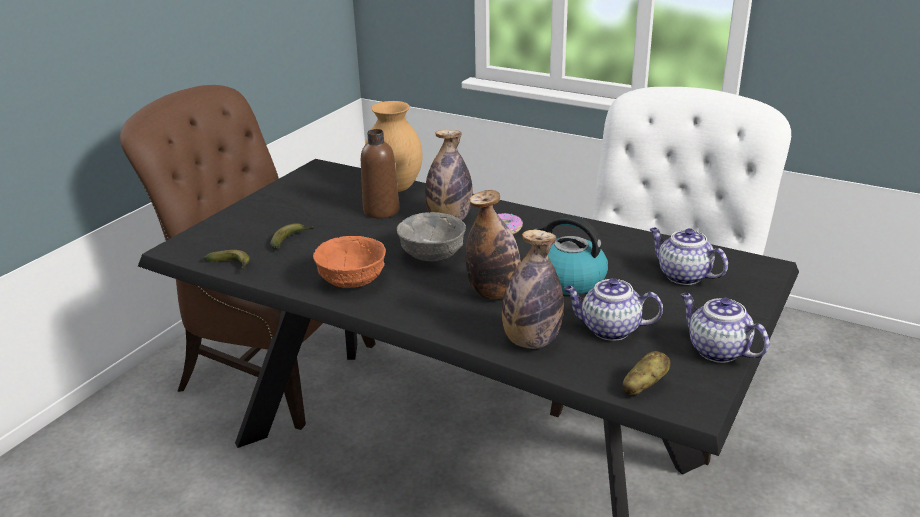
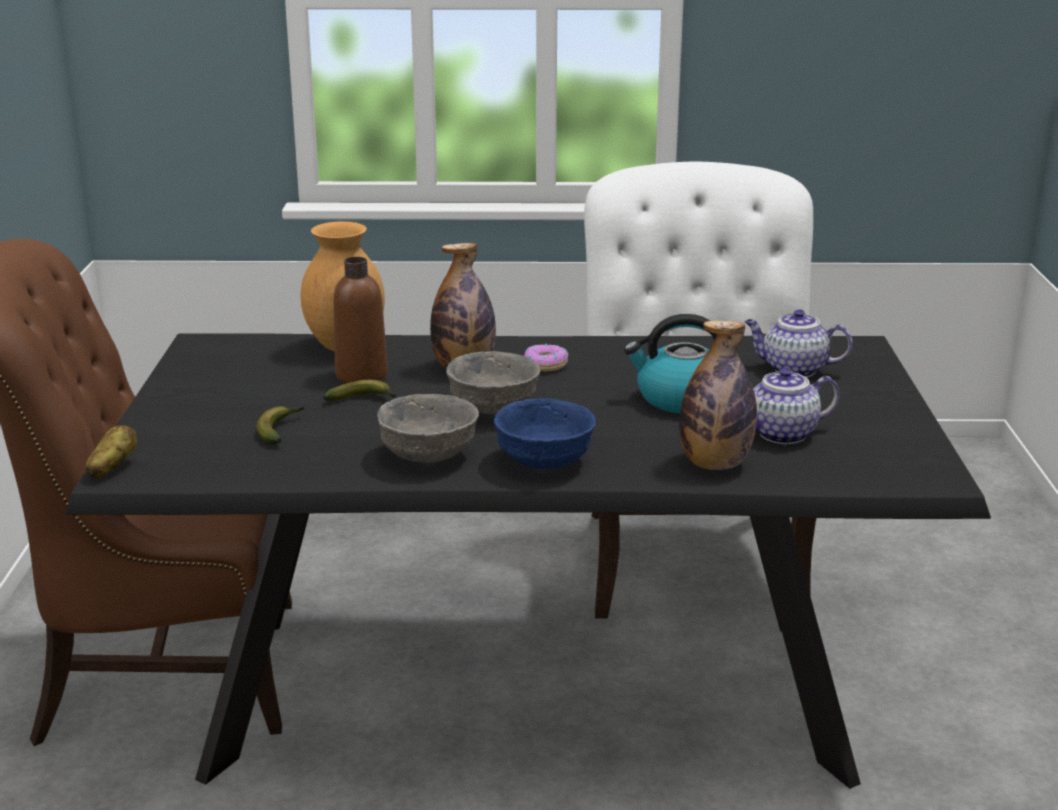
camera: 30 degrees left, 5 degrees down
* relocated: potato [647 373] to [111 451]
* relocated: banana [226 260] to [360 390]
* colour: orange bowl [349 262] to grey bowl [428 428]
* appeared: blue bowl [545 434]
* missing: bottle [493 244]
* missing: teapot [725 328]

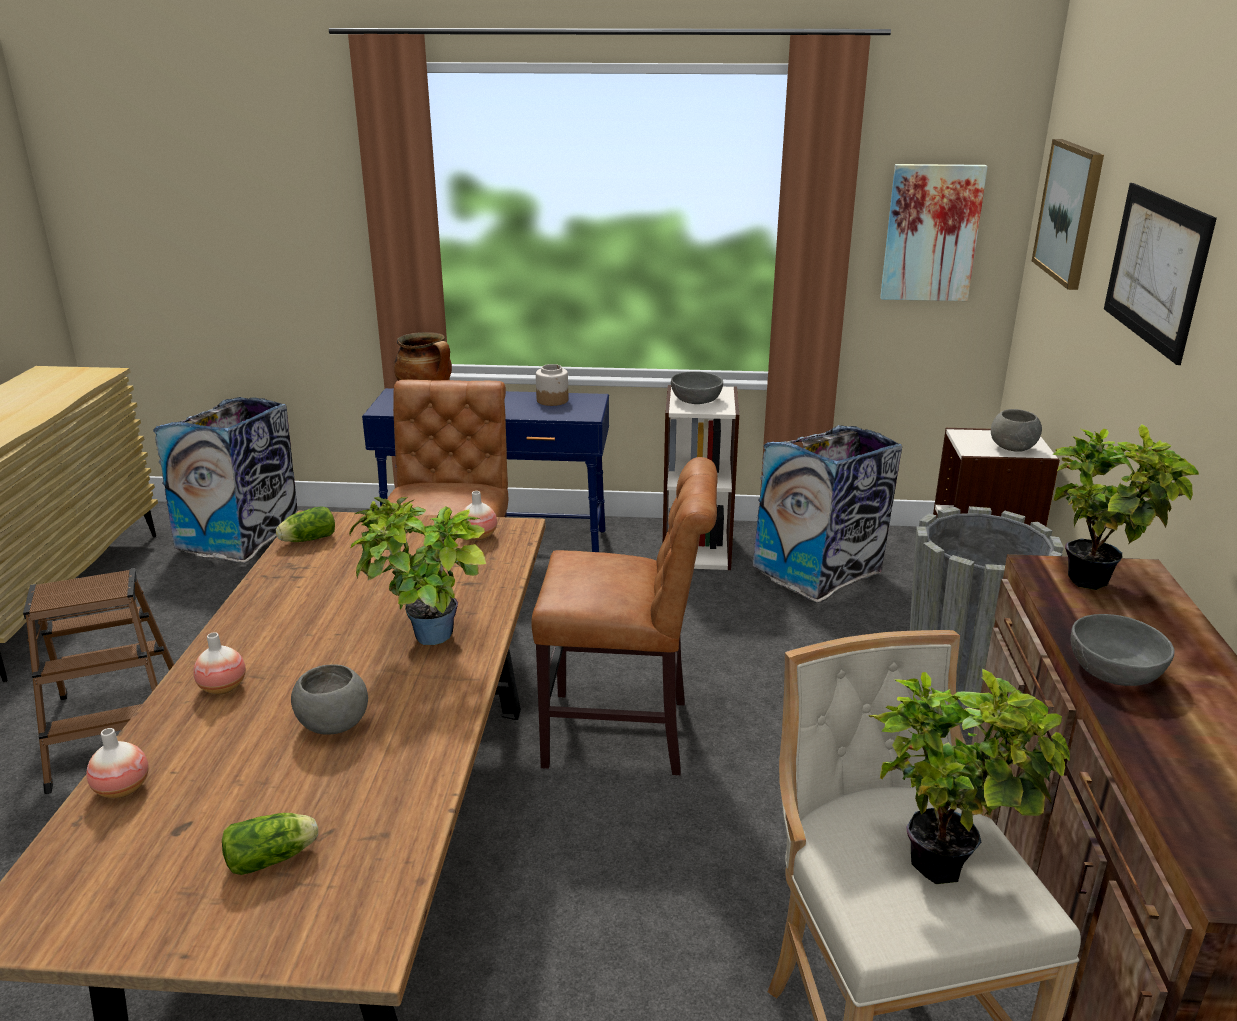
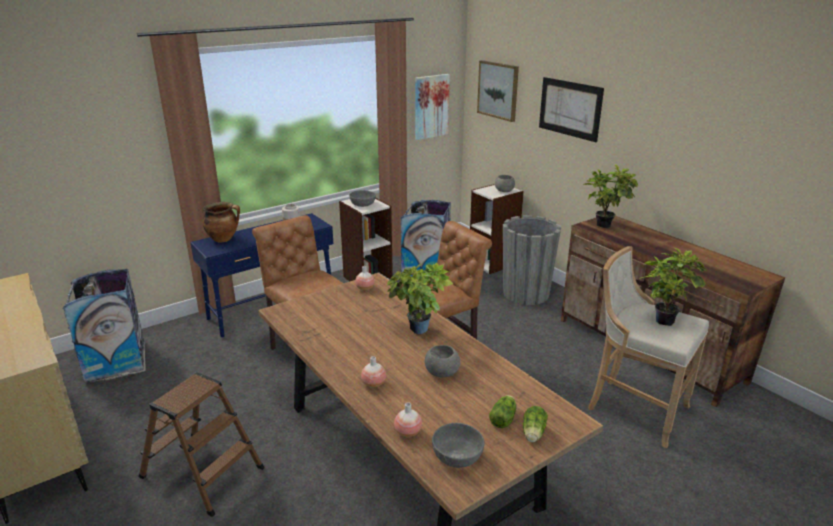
camera: 40 degrees left, 0 degrees up
* relocated: grey bowl [1123 650] to [458 445]
* relocated: lettuce [305 524] to [535 424]

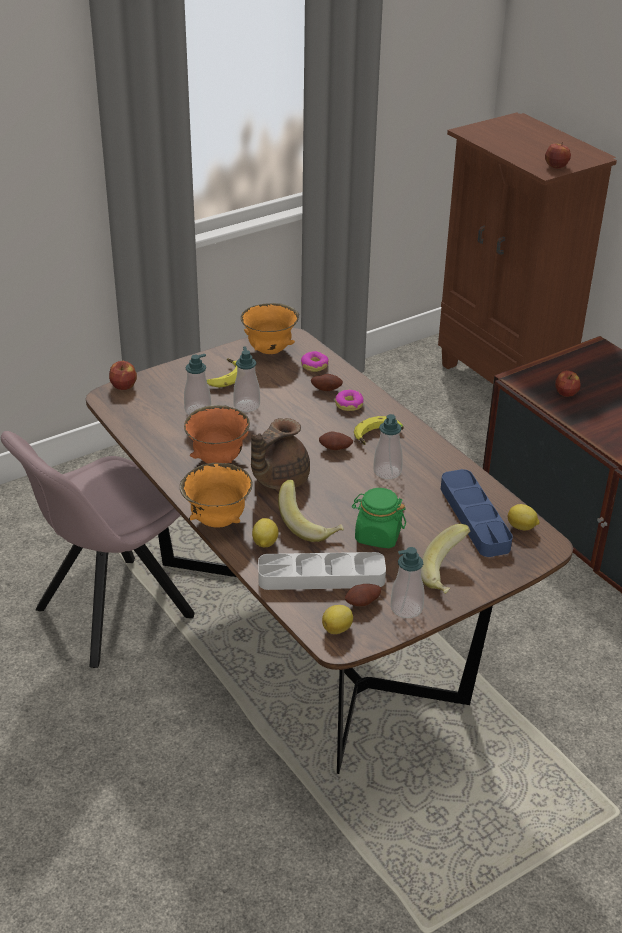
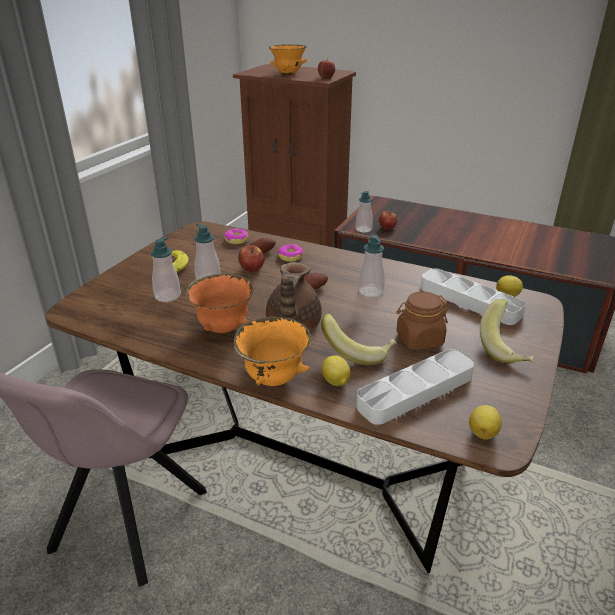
camera: 30 degrees left, 5 degrees down
* relocated: apple [123 375] to [251 258]
* relocated: orange bowl [270 328] to [288 59]
* relocated: soap dispenser [407 582] to [364 212]
* colour: green jar [379 518] to brown jar [422 321]
* colour: blue tray [477 513] to grey tray [473 296]
* missing: potato [363 595]
* missing: banana [379 430]

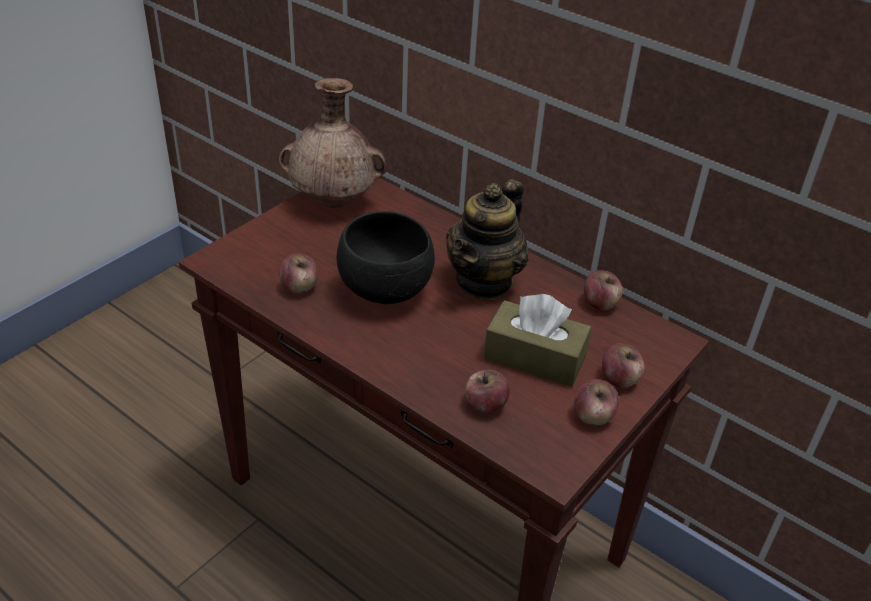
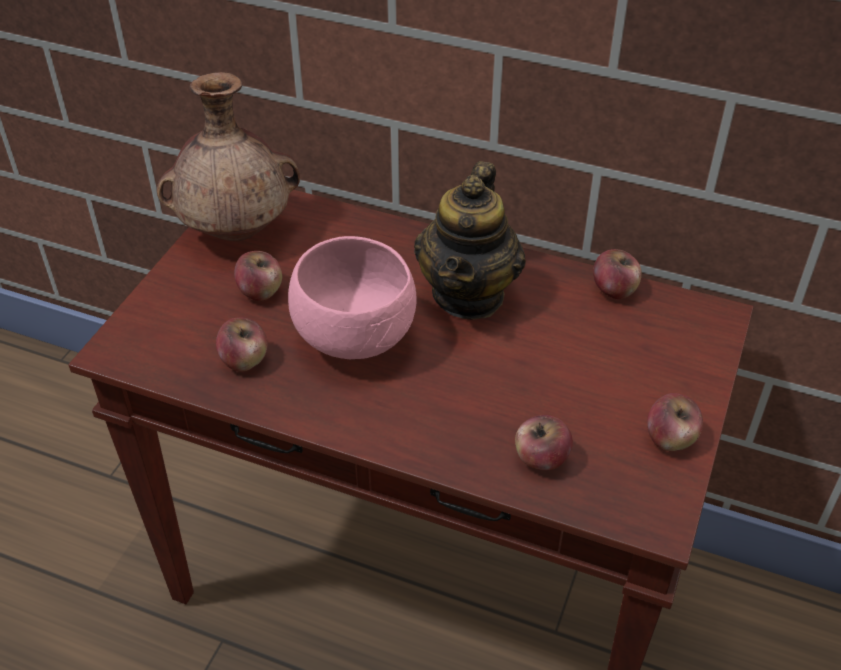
camera: 15 degrees left, 5 degrees up
* relocated: apple [623 365] to [258 276]
* colour: black bowl [386 257] to pink bowl [352 297]
* missing: brown tissue box [538 340]

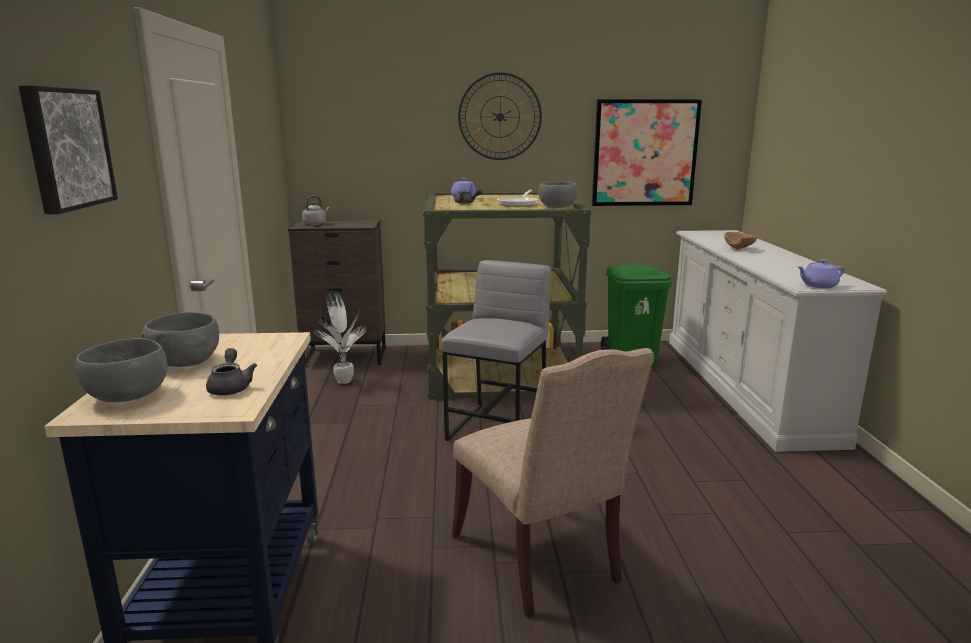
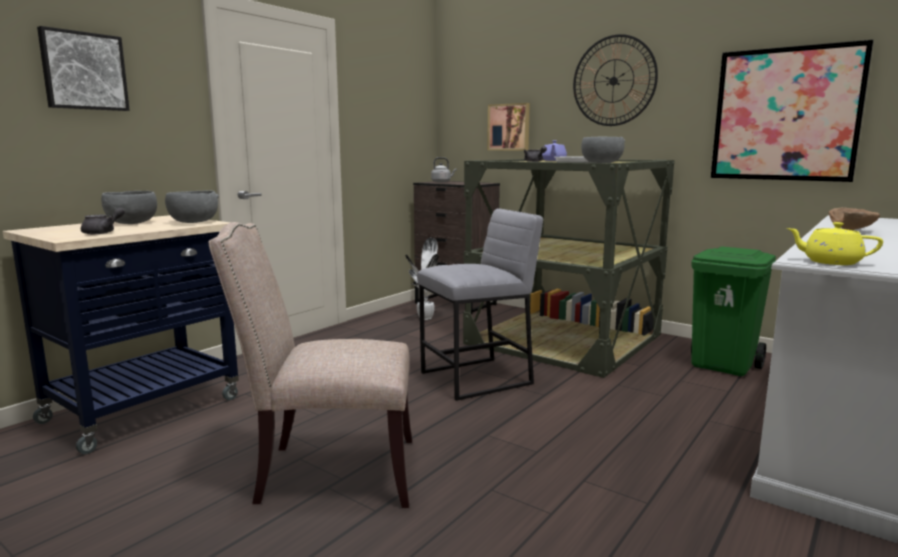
camera: 40 degrees right, 5 degrees down
* relocated: grey bowl [121 370] to [192 207]
* spun: beige chair [553 483] = [310 365] 75 degrees clockwise
* appeared: picture [508 126]
* colour: purple teapot [821 273] to yellow teapot [835 243]

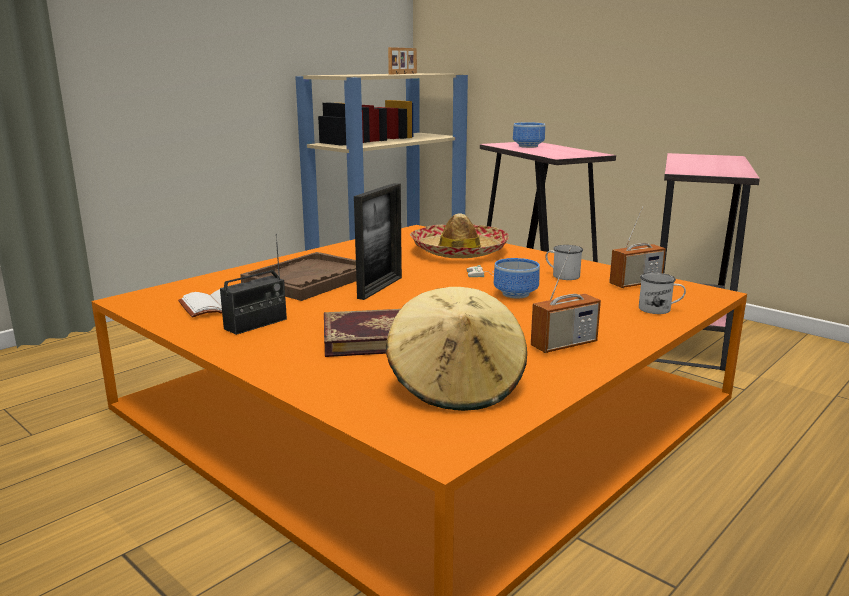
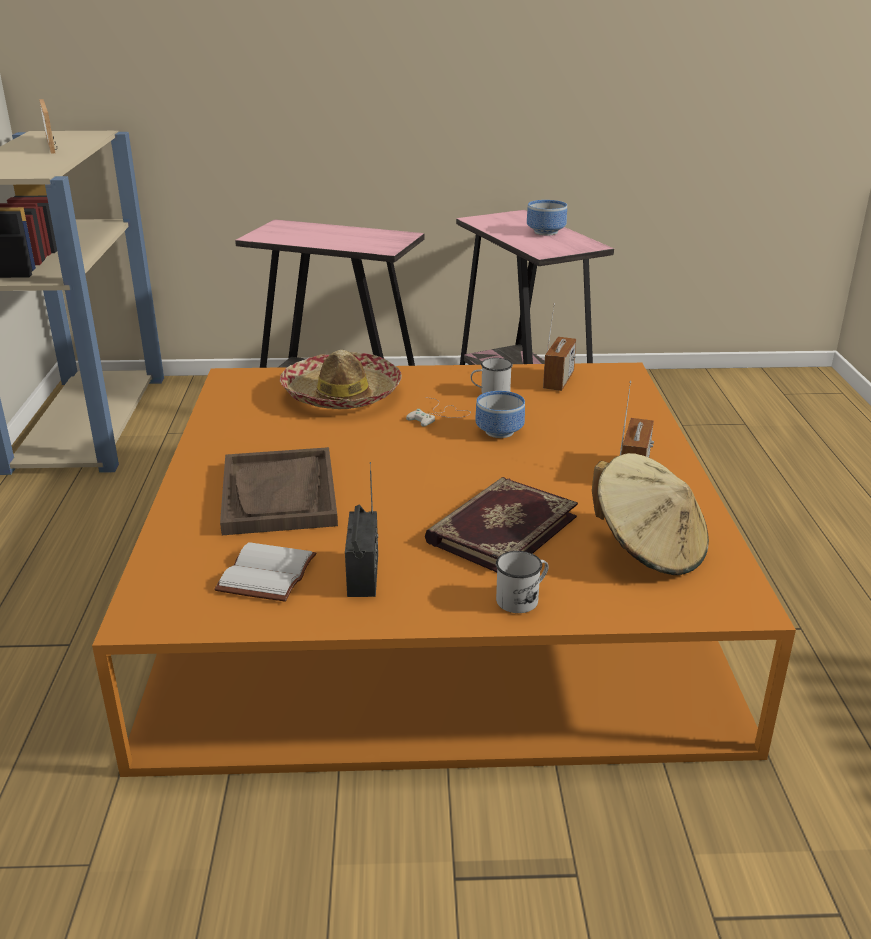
camera: 45 degrees left, 10 degrees up
* relocated: white mug [662 293] to [522 582]
* relocated: bowl [529 135] to [547 217]
* missing: picture frame [378 241]

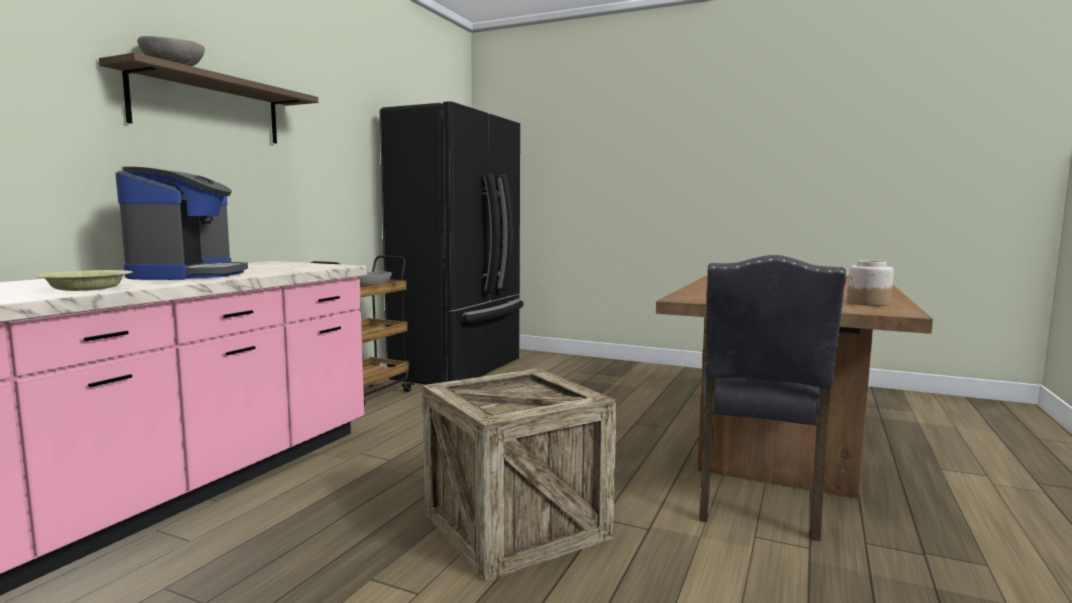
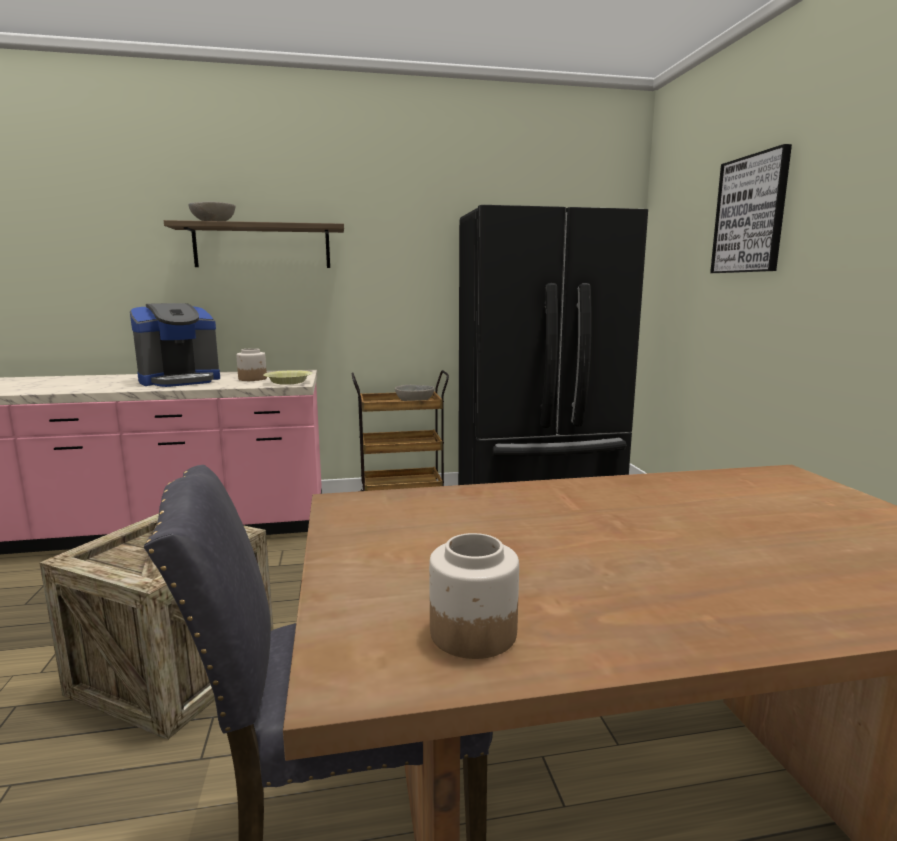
camera: 55 degrees right, 5 degrees up
* appeared: jar [251 364]
* relocated: yellow bowl [83 280] to [287 377]
* appeared: picture [751 208]

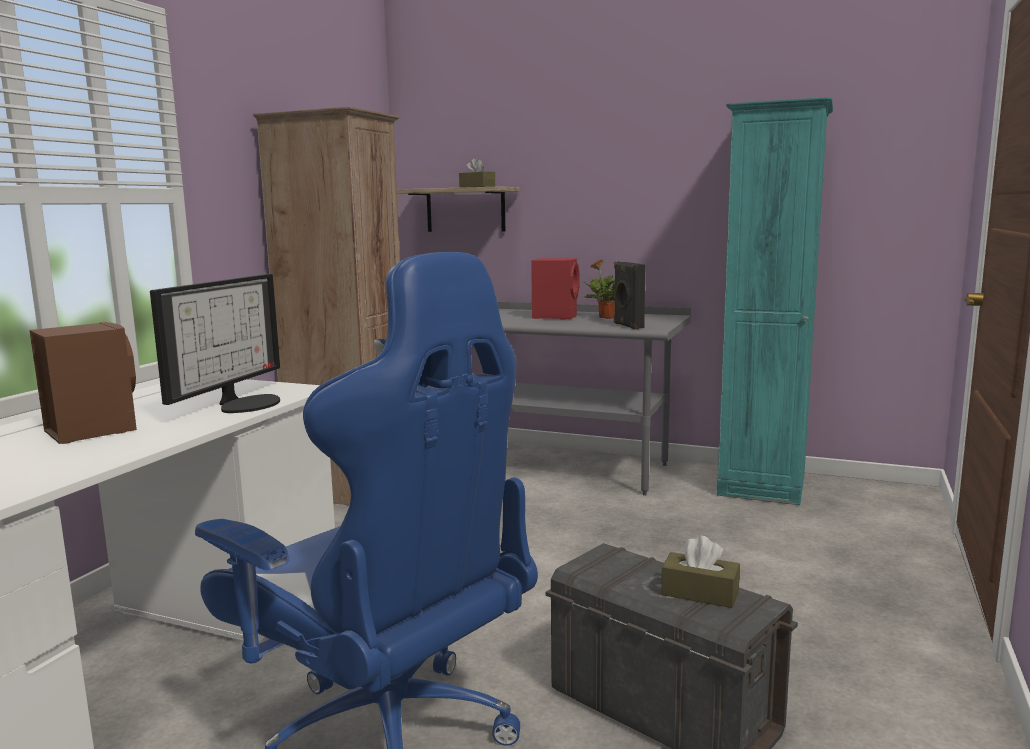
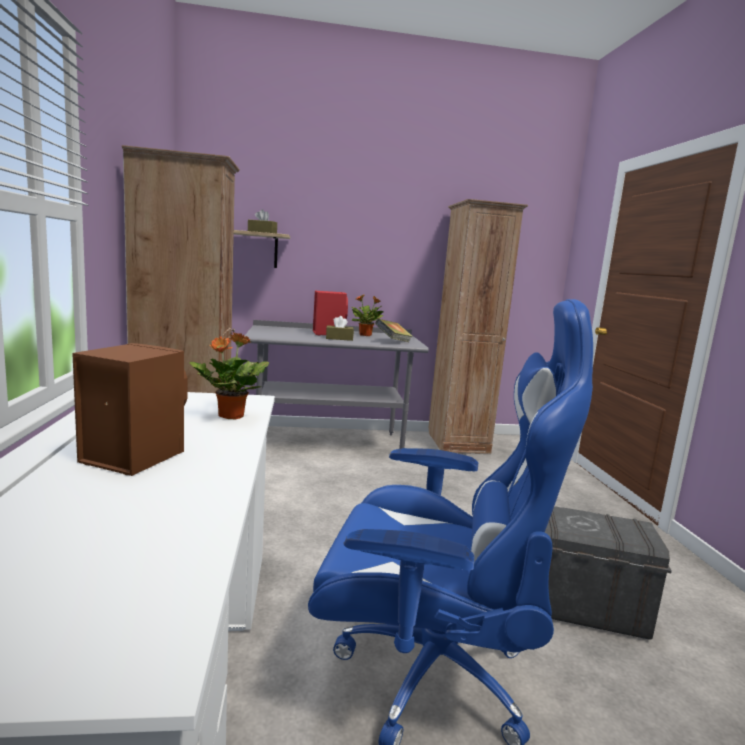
camera: 30 degrees left, 0 degrees up
* exchanged: monitor [215 343] to potted plant [229 376]
* relocated: brown tissue box [700 572] to [340 328]
* exchanged: black speaker [629 295] to book [394 330]
* colour: turquoise cabinet [775 301] to brown cabinet [478 326]

